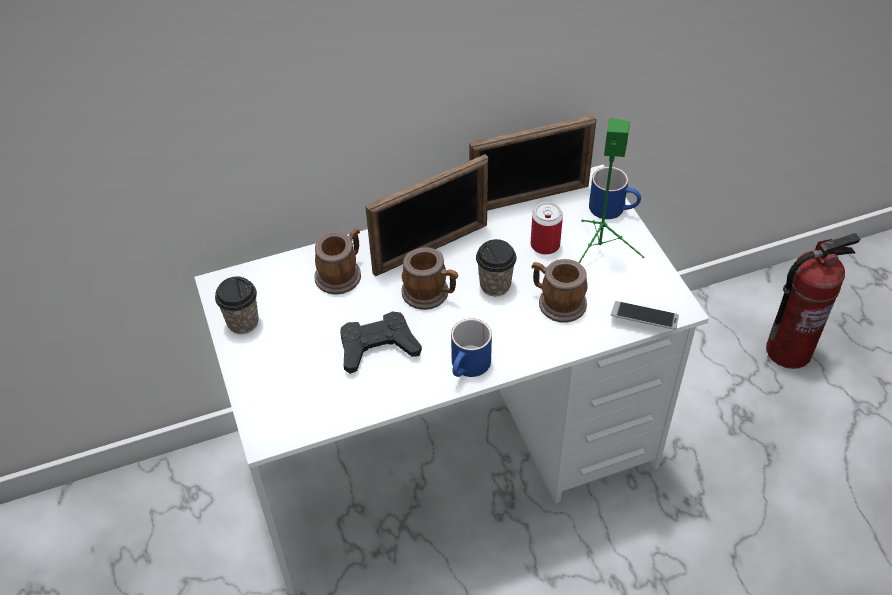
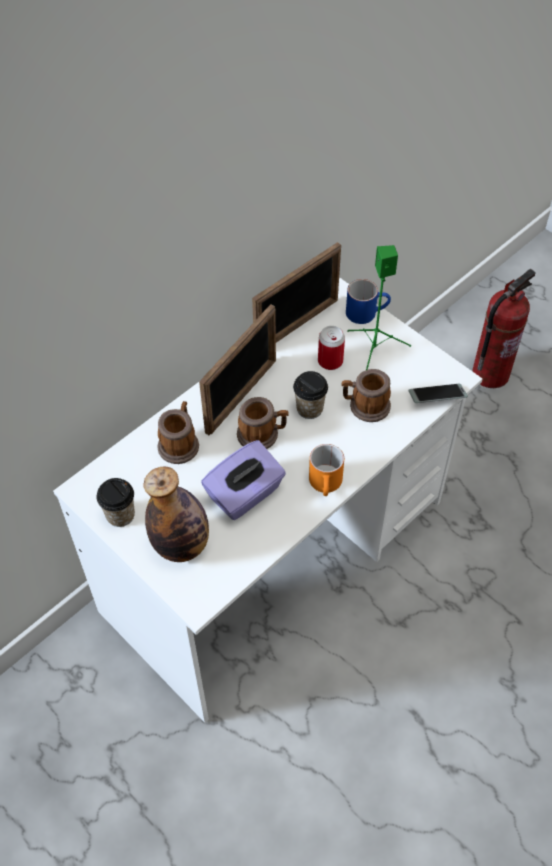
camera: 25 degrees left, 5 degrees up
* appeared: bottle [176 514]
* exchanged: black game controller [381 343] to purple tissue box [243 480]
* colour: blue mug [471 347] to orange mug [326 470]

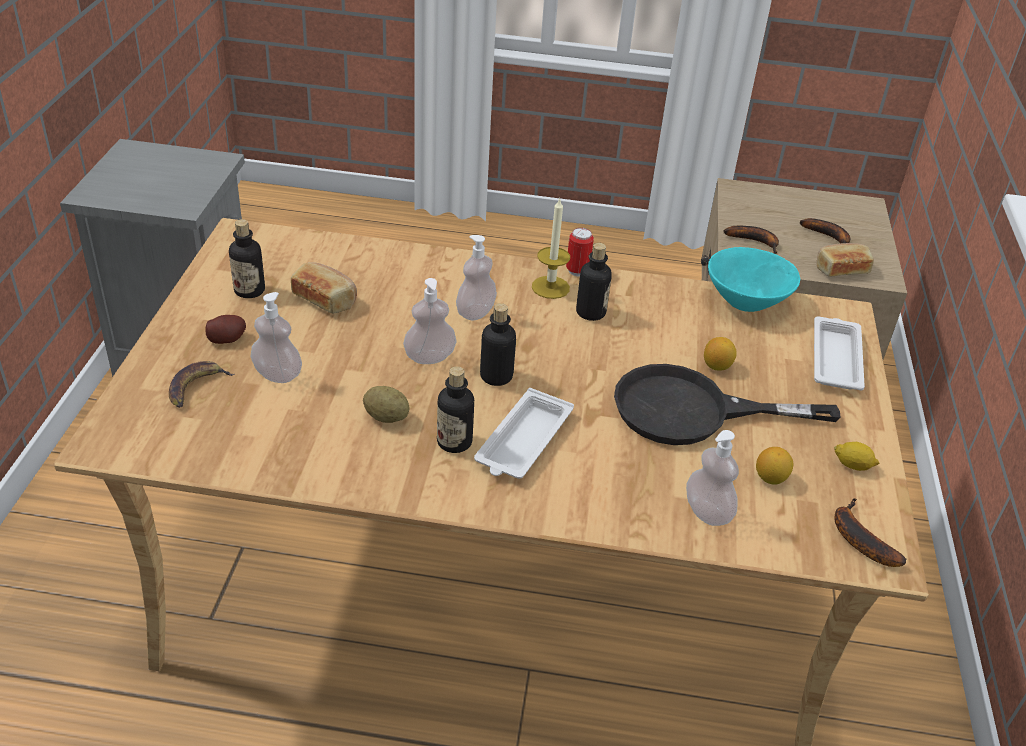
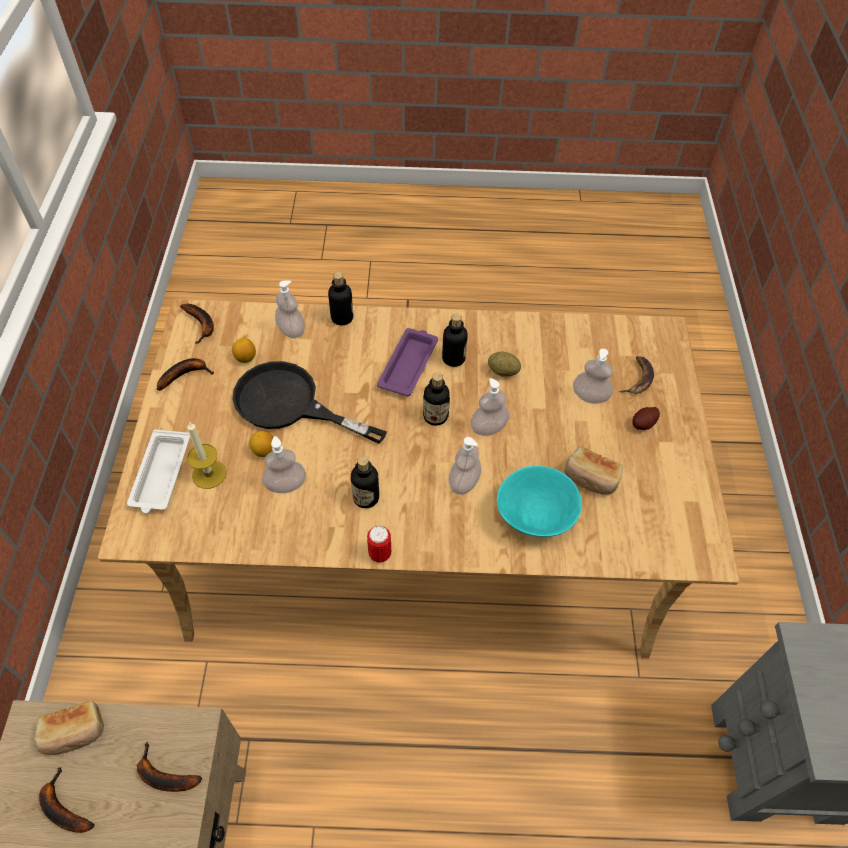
camera: 175 degrees right, 15 degrees up
* exchanged: lemon [856 456] to banana [185 374]
* relocated: candle [551 248] to [206 455]
* spun: black frying pan [727 404] = [309 402] 150 degrees counterclockwise
* appeared: soap dispenser [284 464]
* relocated: bottle [247 258] to [340 298]
* colour: white tray [524 433] to purple tray [407 362]
* relocated: turquoise bowl [754 279] to [539 501]

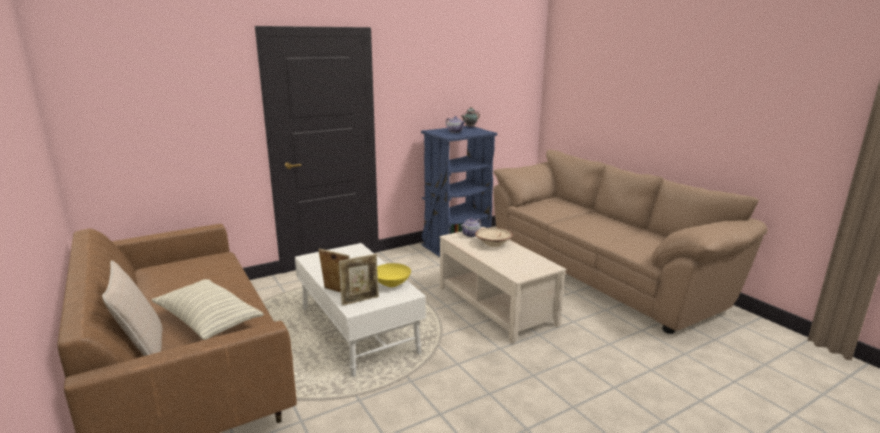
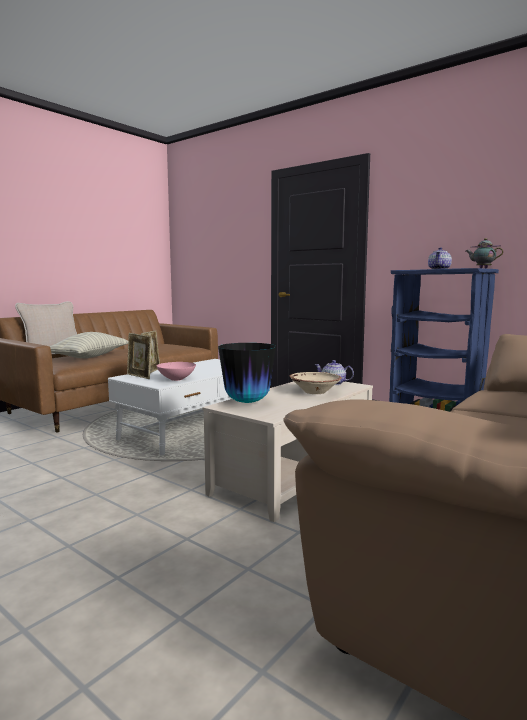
camera: 70 degrees right, 10 degrees down
* colour: yellow bowl [394 275] to pink bowl [176 371]
* appeared: vase [247 373]

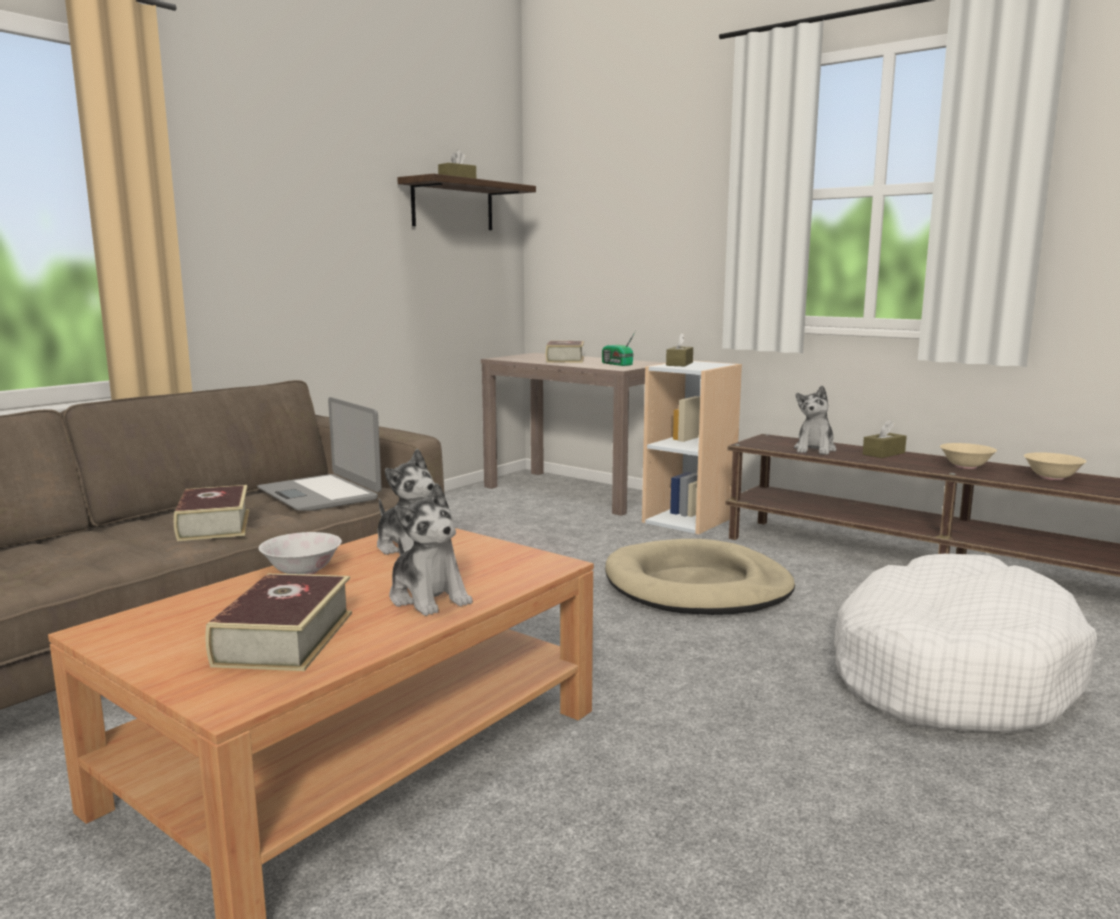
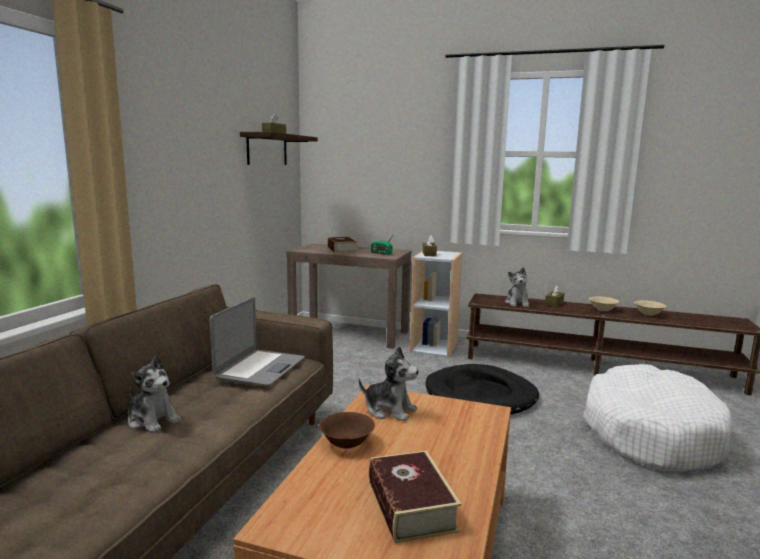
camera: 20 degrees left, 0 degrees up
* relocated: plush toy [431 549] to [154 394]
* spun: laptop [319 454] = [257 341] 105 degrees counterclockwise
* colour: white bowl [300 553] to brown bowl [347 430]
* colour: beige dog bed [700 577] to black dog bed [482 389]
* missing: book [211 513]

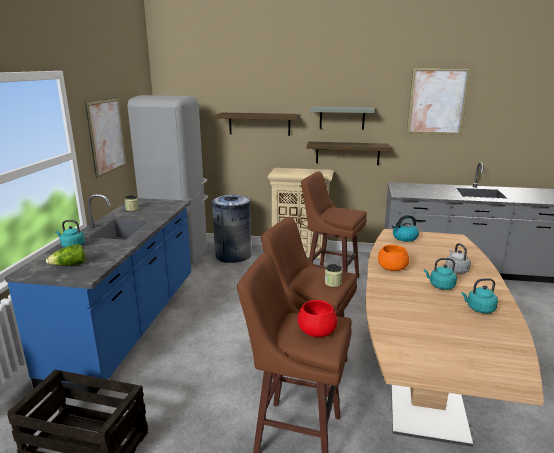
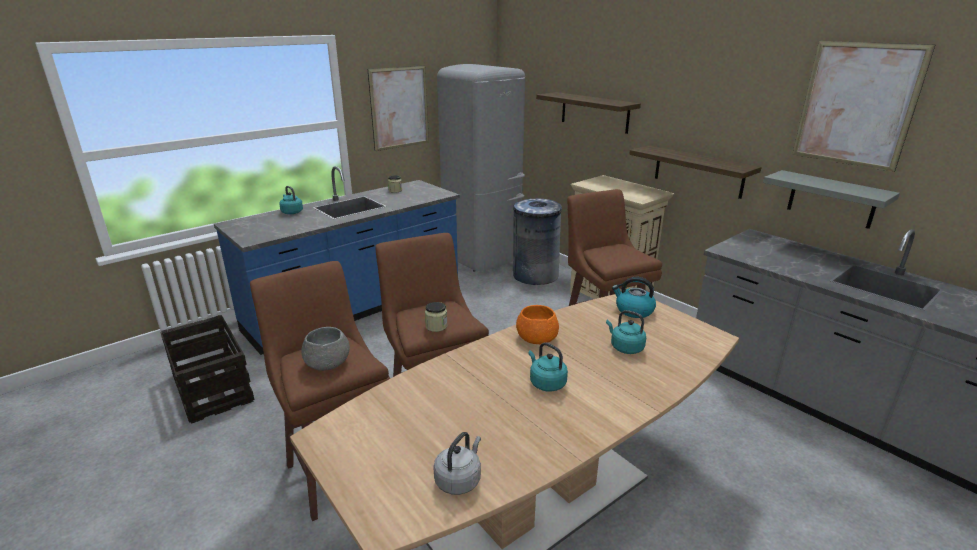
camera: 40 degrees right, 5 degrees up
* colour: red bowl [317 318] to grey bowl [325 349]
* relocated: grey kettle [458 258] to [457 463]
* relocated: turquoise kettle [479 295] to [626 332]
* relocated: grey shelf [342 118] to [831 199]
* missing: lettuce [65 255]

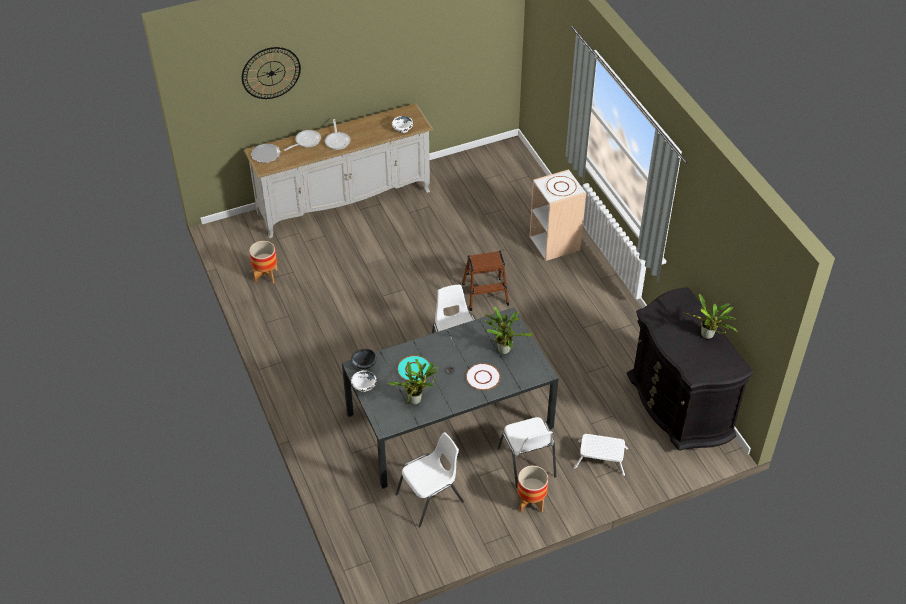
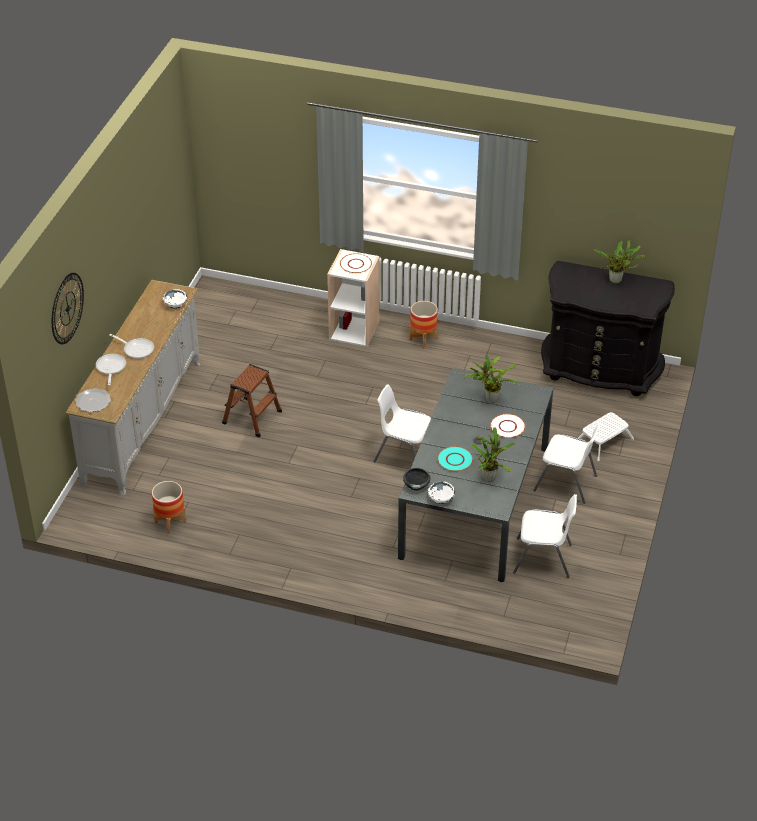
camera: 50 degrees left, 5 degrees down
* relocated: brown step ladder [485 281] to [252 401]
* relocated: planter [532 489] to [424 324]
* spun: white chair [430 479] = [545 536] 90 degrees clockwise

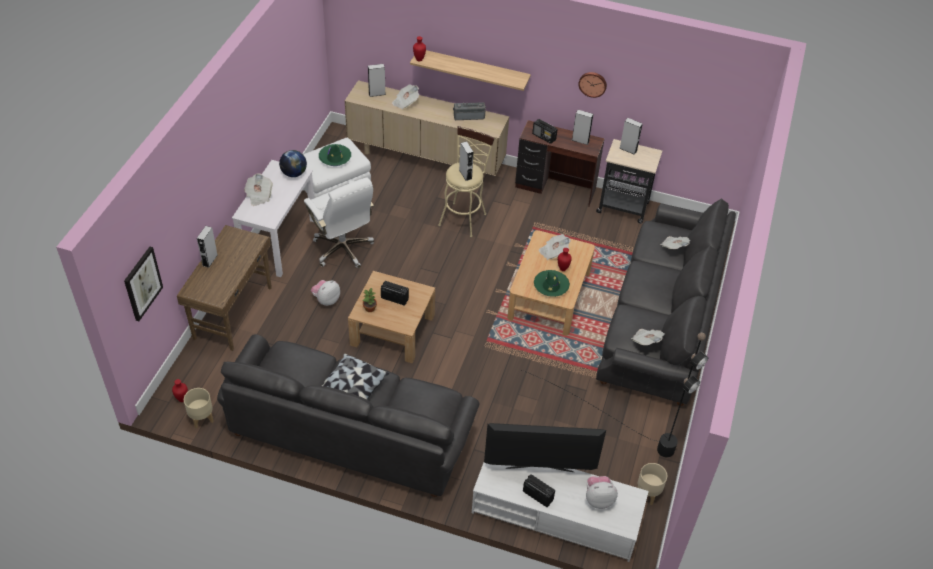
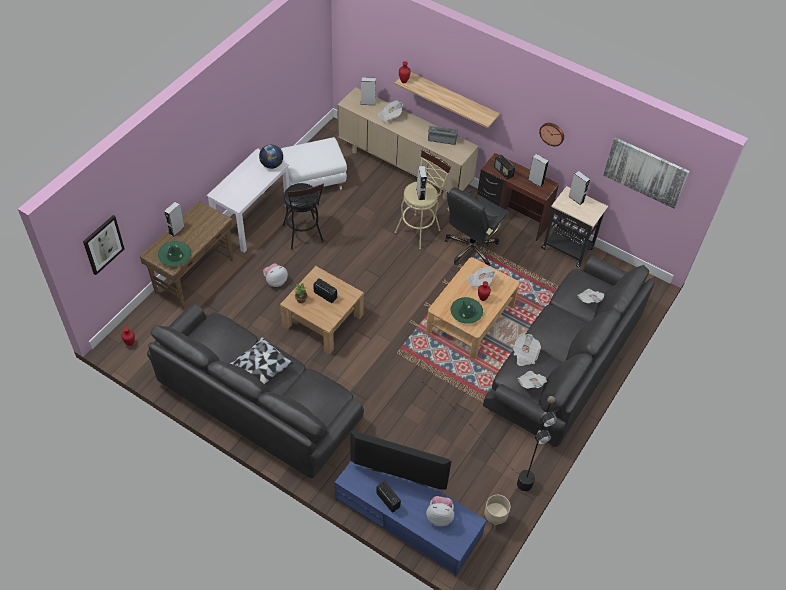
camera: 15 degrees right, 5 degrees up
* relocated: green hat [335 155] to [174 253]
* exchanged: white office chair [339 222] to black stool [303 216]
* colour: white tv stand [560 512] to blue tv stand [411 518]
* appeared: black office chair [477 226]
* relocated: newspaper [258 189] to [527 350]
* appeared: picture [646 173]
* missing: beige planter [199 408]

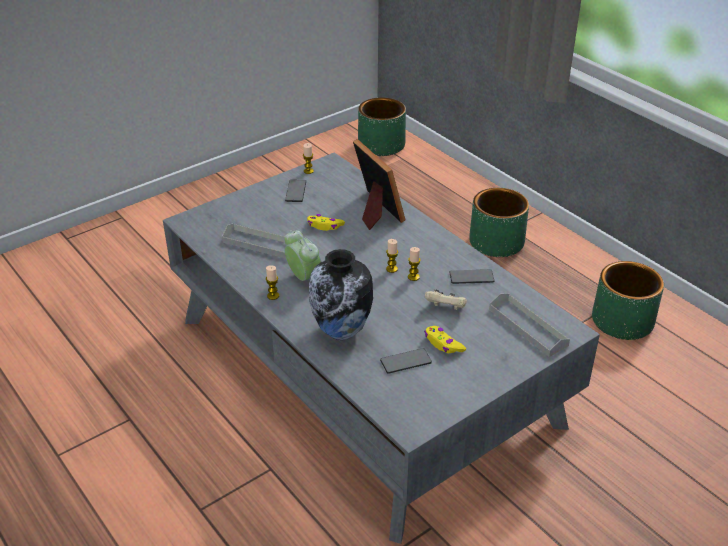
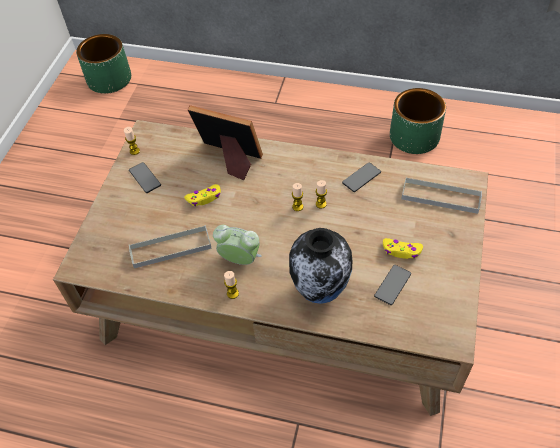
camera: 35 degrees left, 15 degrees up
* colour: grey coffee table [381 348] to brown coffee table [270 268]
* missing: beige game controller [446 299]
* missing: green planter [499 222]

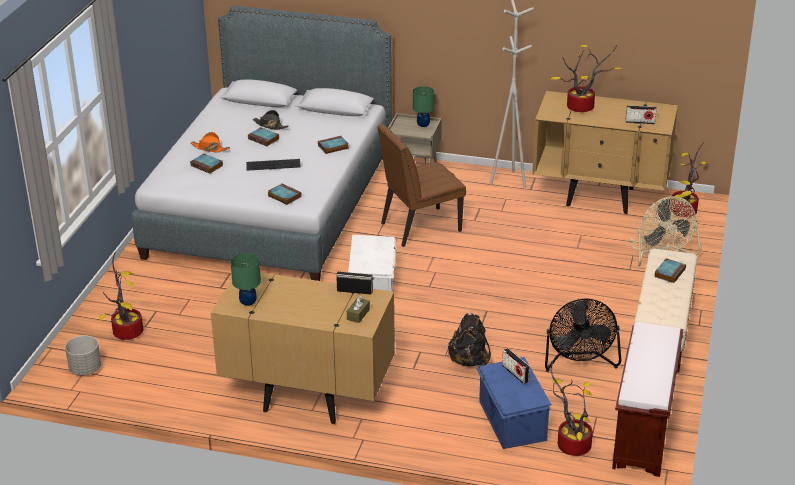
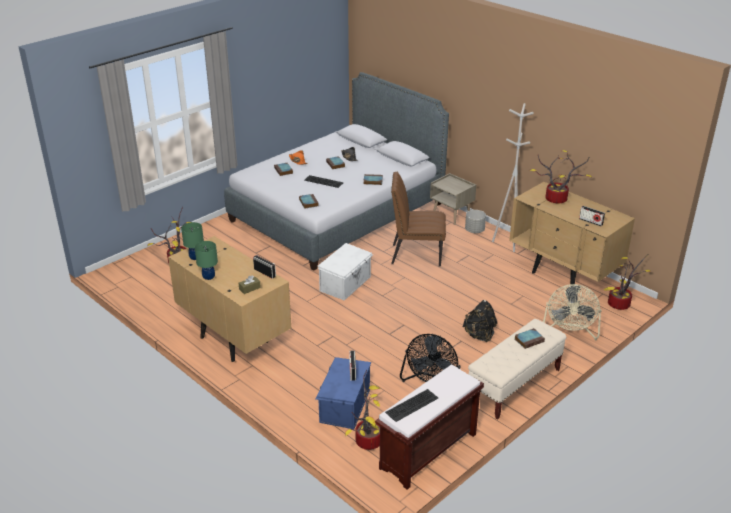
camera: 30 degrees right, 0 degrees up
* relocated: green table lamp [423 106] to [206 260]
* appeared: keyboard [411 405]
* relocated: black backpack [469 340] to [480 321]
* relocated: grey planter [83 355] to [475 221]

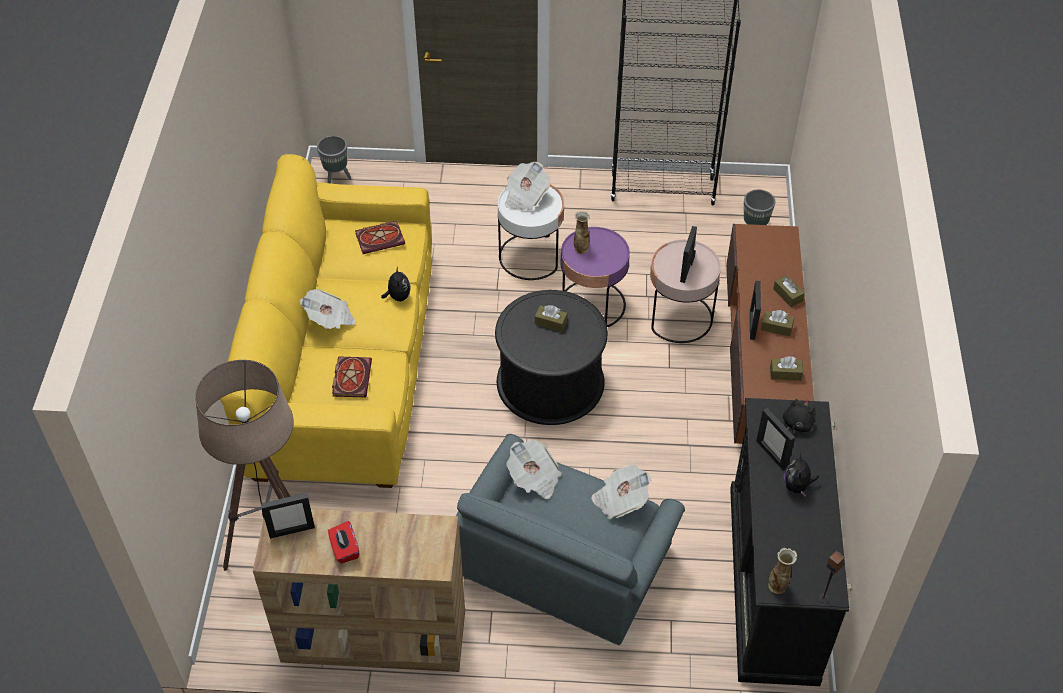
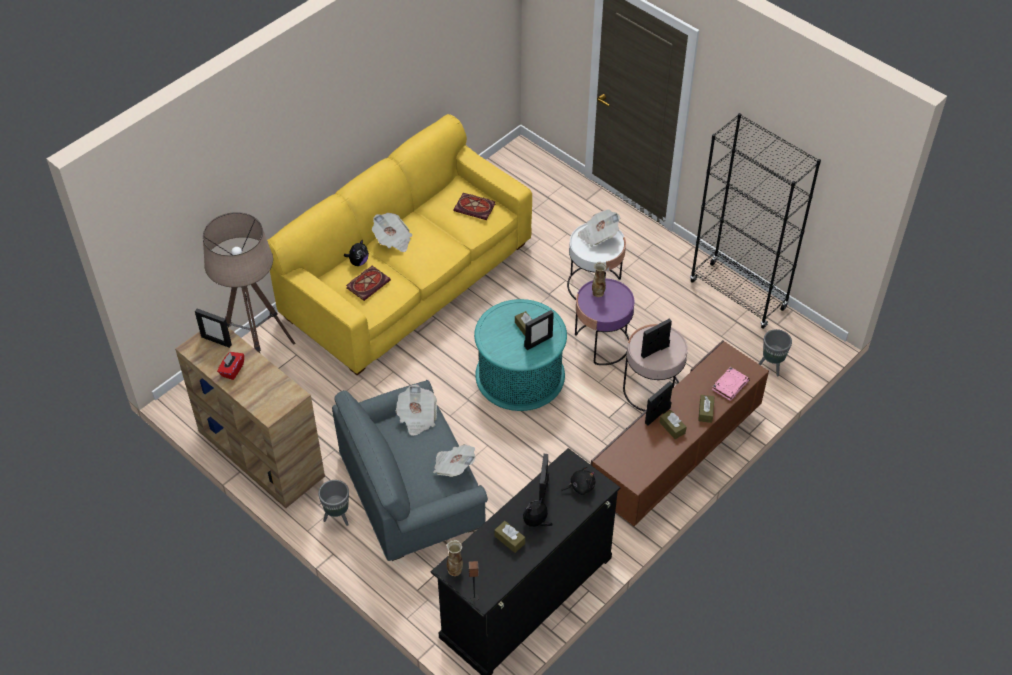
camera: 40 degrees right, 0 degrees up
* relocated: grey planter [334 159] to [333 503]
* relocated: plush toy [396 283] to [356 252]
* colour: black coffee table [551 357] to turquoise coffee table [520 355]
* relocated: brown tissue box [786 368] to [509 537]
* appeared: picture frame [539 330]
* appeared: pink book [730 384]

